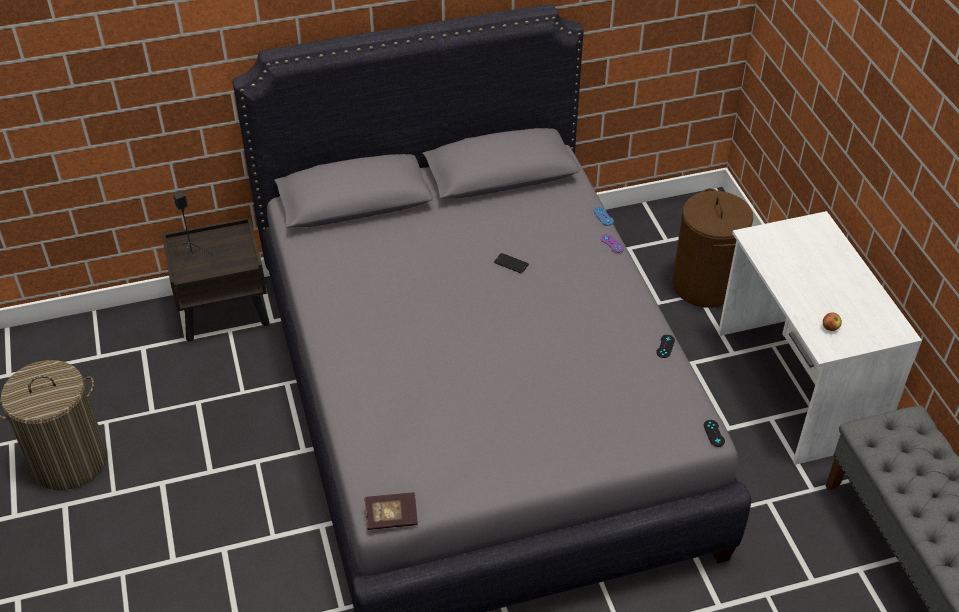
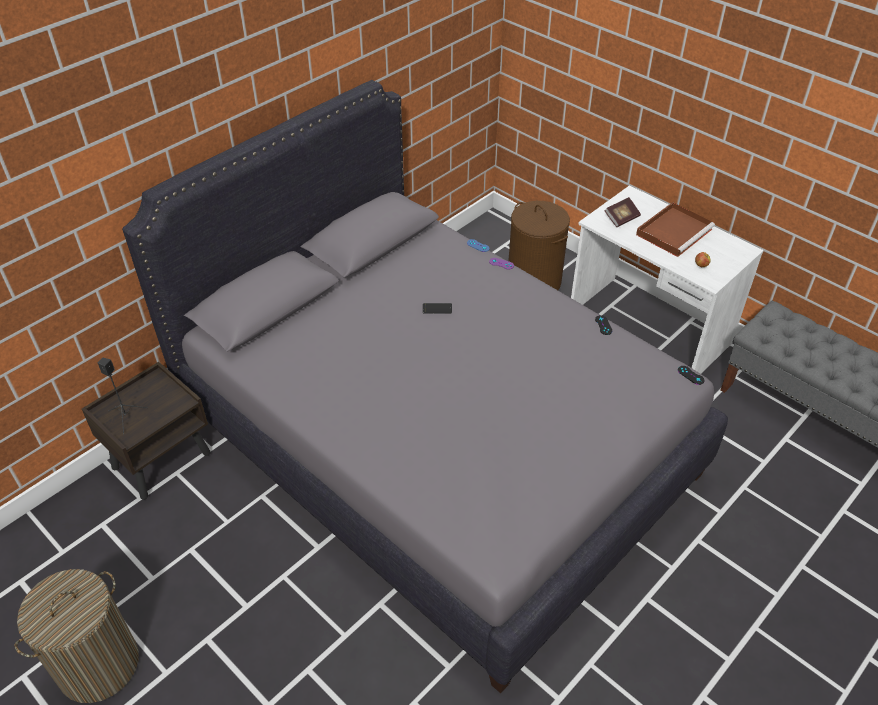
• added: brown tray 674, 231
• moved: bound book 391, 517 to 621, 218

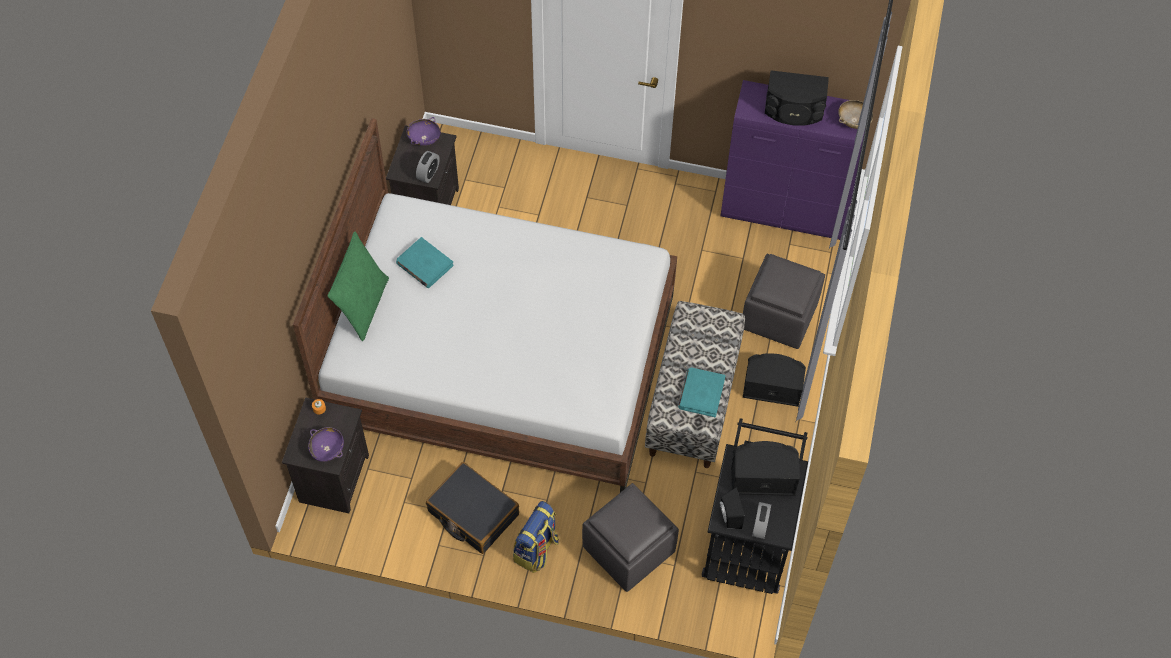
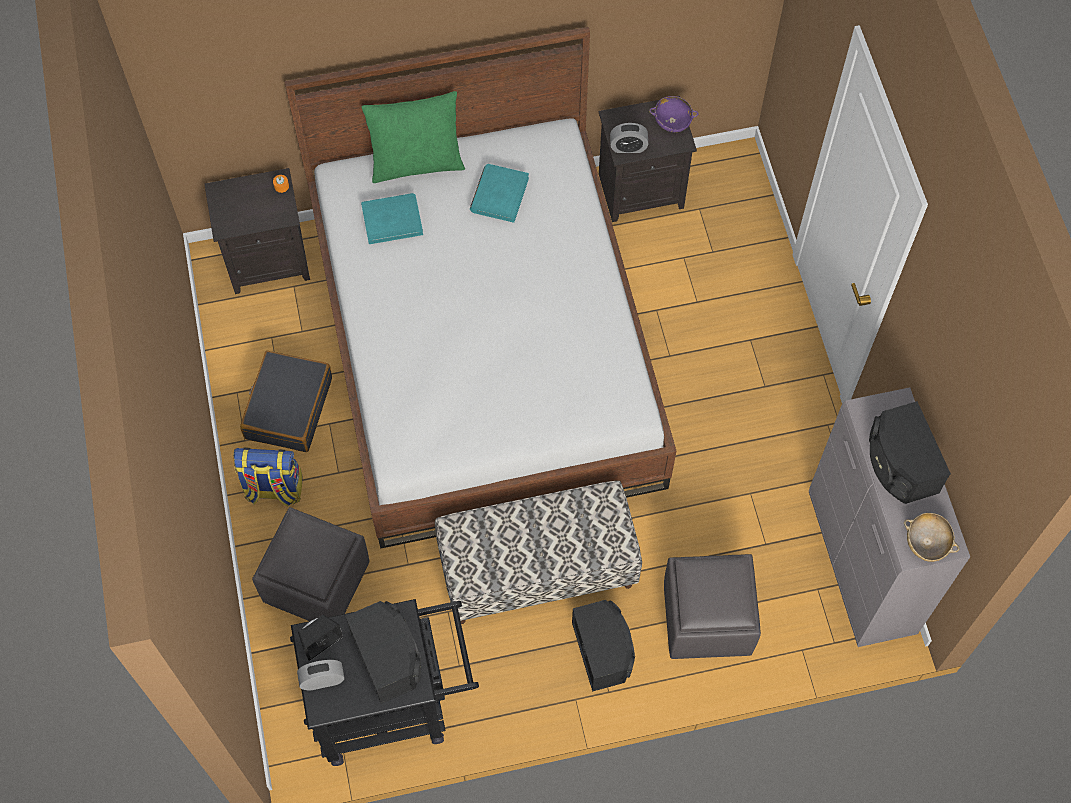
• removed: purple deep dish 327, 449
• moved: blue-green bound book 701, 393 to 392, 220
• recoloured: purple storage cabinet 785, 212 to grey storage cabinet 861, 565

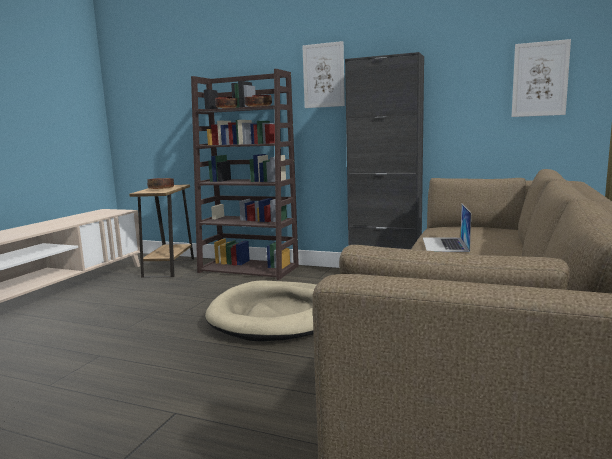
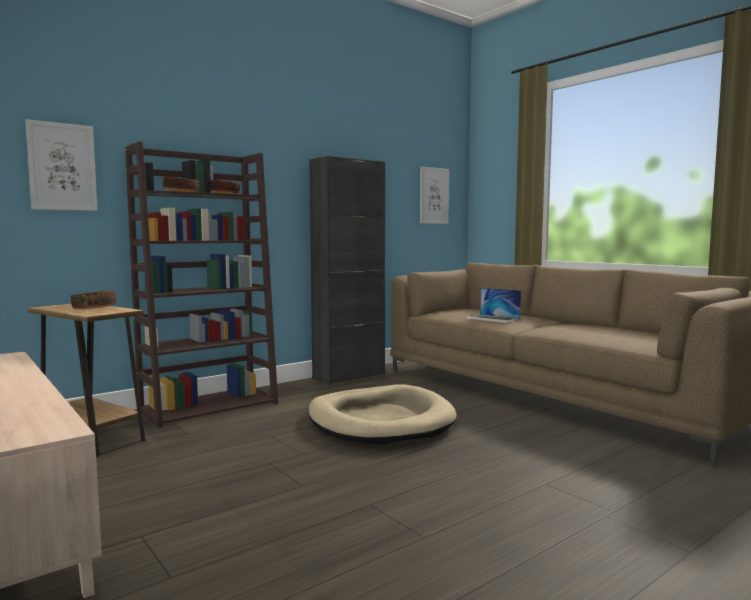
• moved: picture 323, 75 to 62, 167

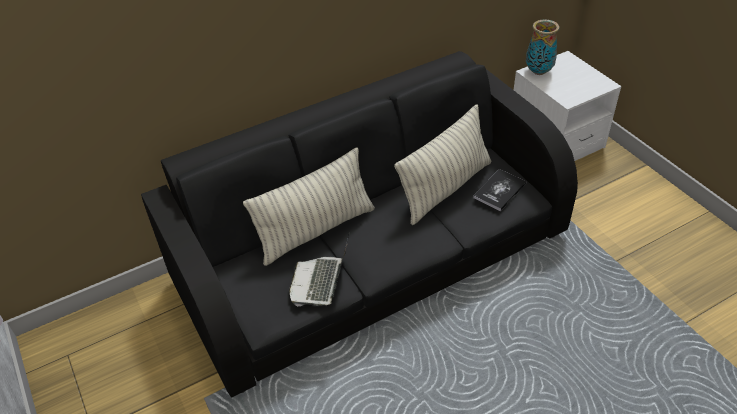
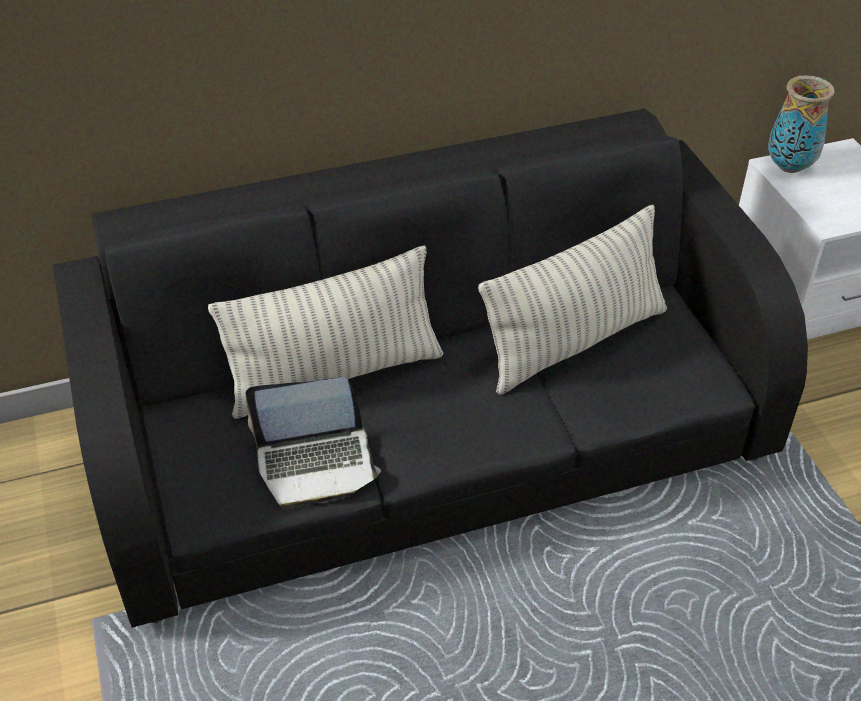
• removed: bound book 499, 191
• turned: laptop 320, 282 = 316, 463 120 degrees counterclockwise

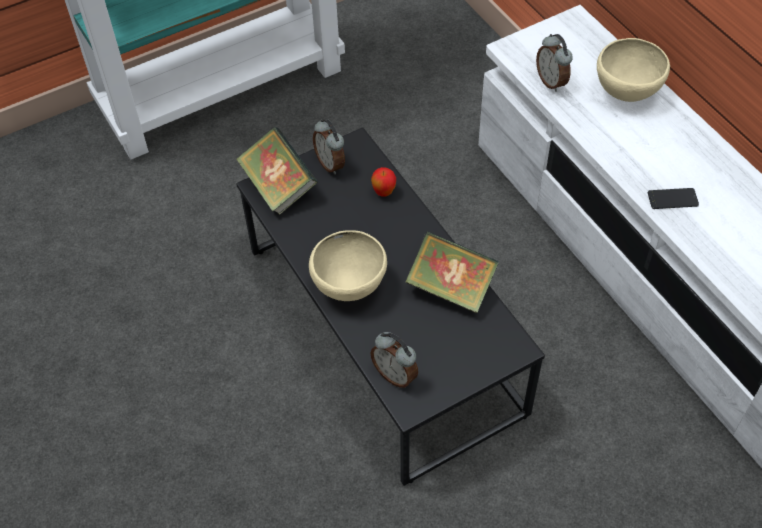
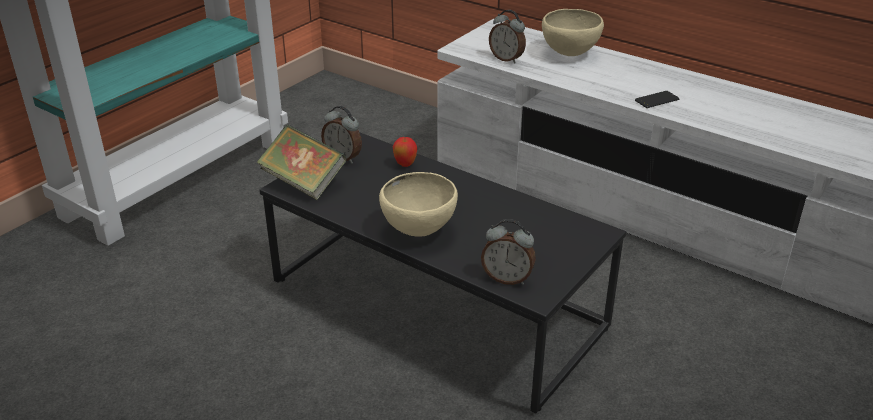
• removed: bound book 451, 288

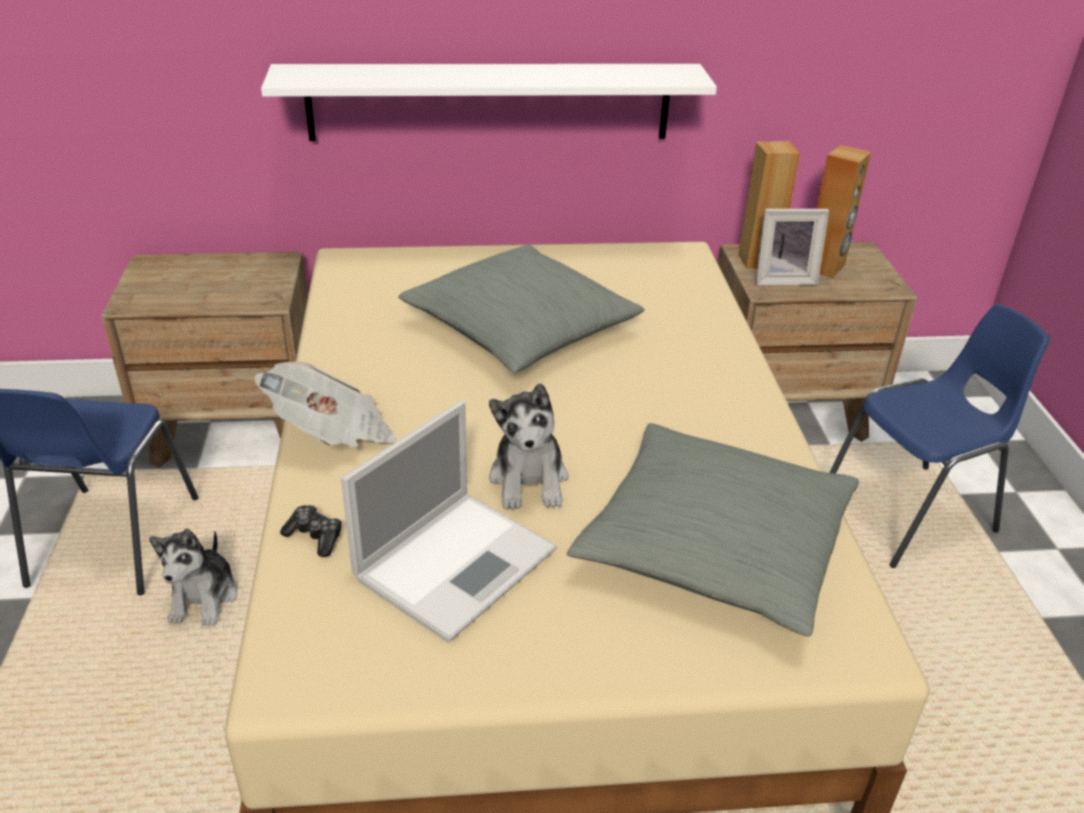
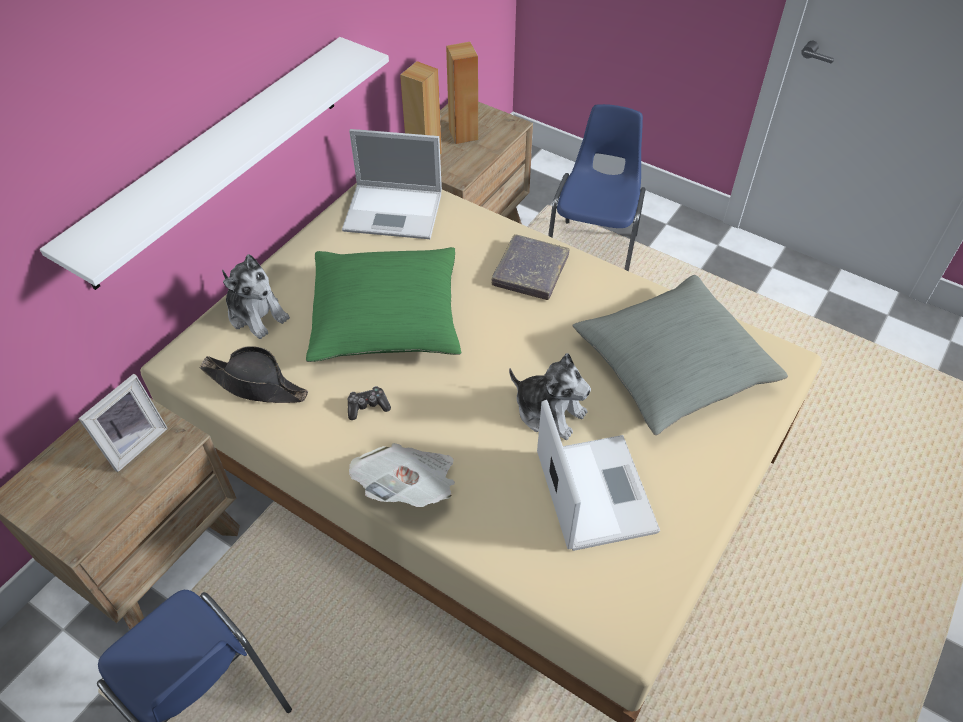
• added: black wearable hat 256, 384
• added: laptop 395, 211
• added: grey bound book 530, 271
• moved: soft toy 204, 598 to 257, 314
• moved: gamepad 315, 537 to 367, 406
• moved: photo frame 783, 279 to 133, 443
• recoloured: grey cushion 521, 329 to greenish cushion 386, 318

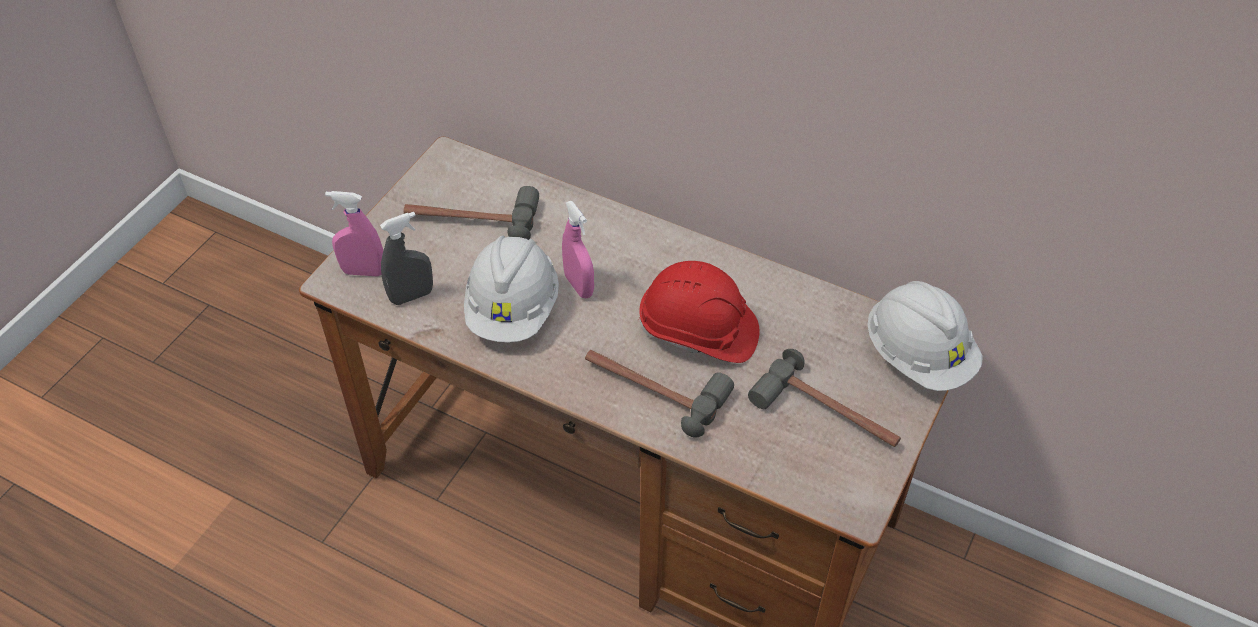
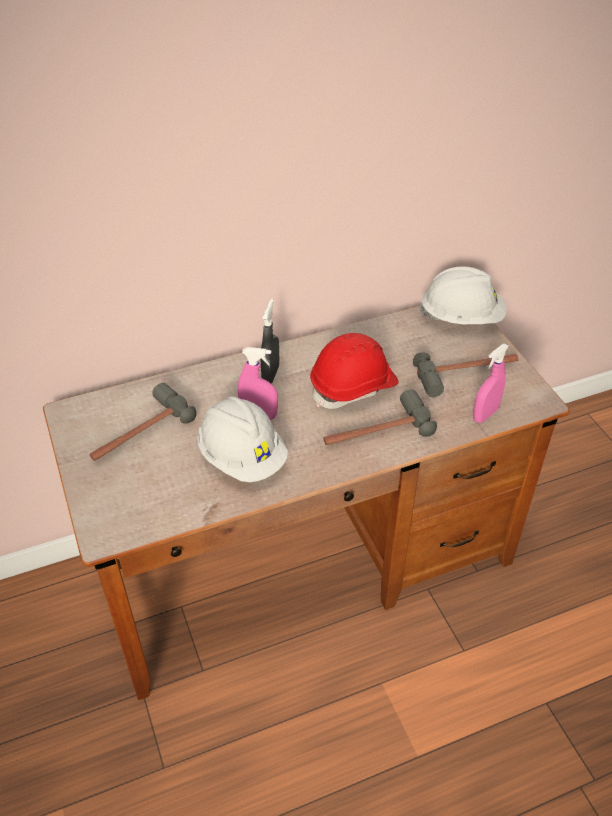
• moved: pinkish hand sprayer 363, 271 to 485, 414
• moved: grey hand sprayer 411, 296 to 270, 374

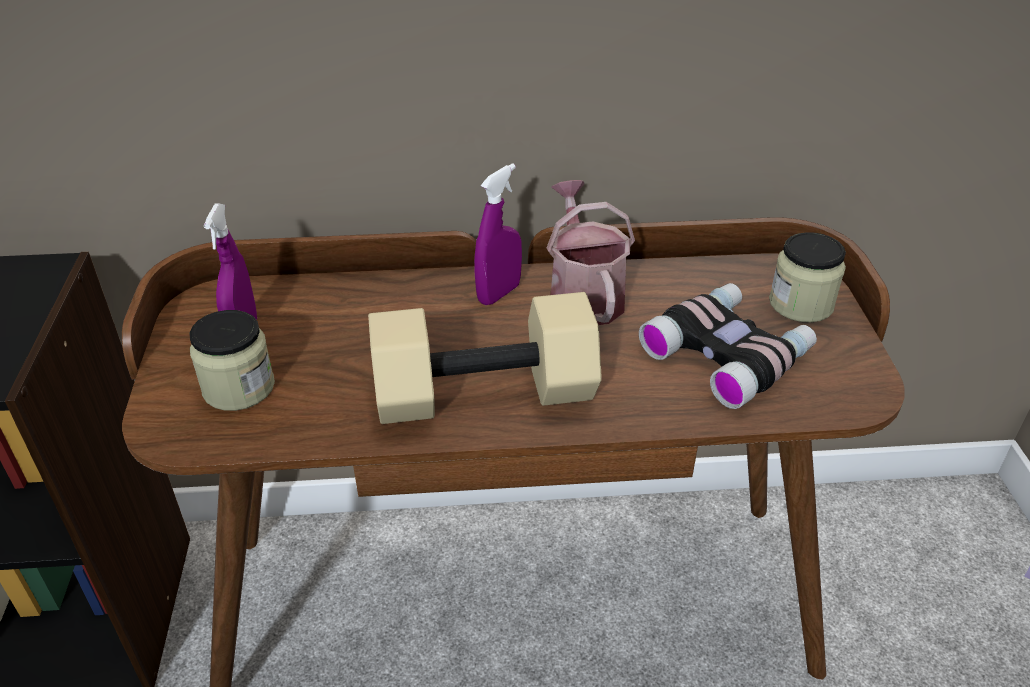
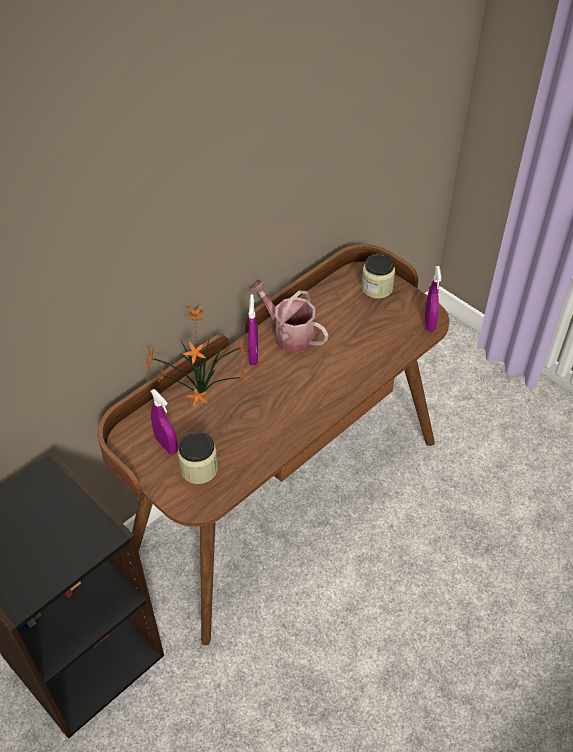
• removed: beige-coloured dumbbell 486, 391
• removed: pair of binoculars 728, 353
• added: potted plant 198, 395
• added: purple hand sprayer 429, 323

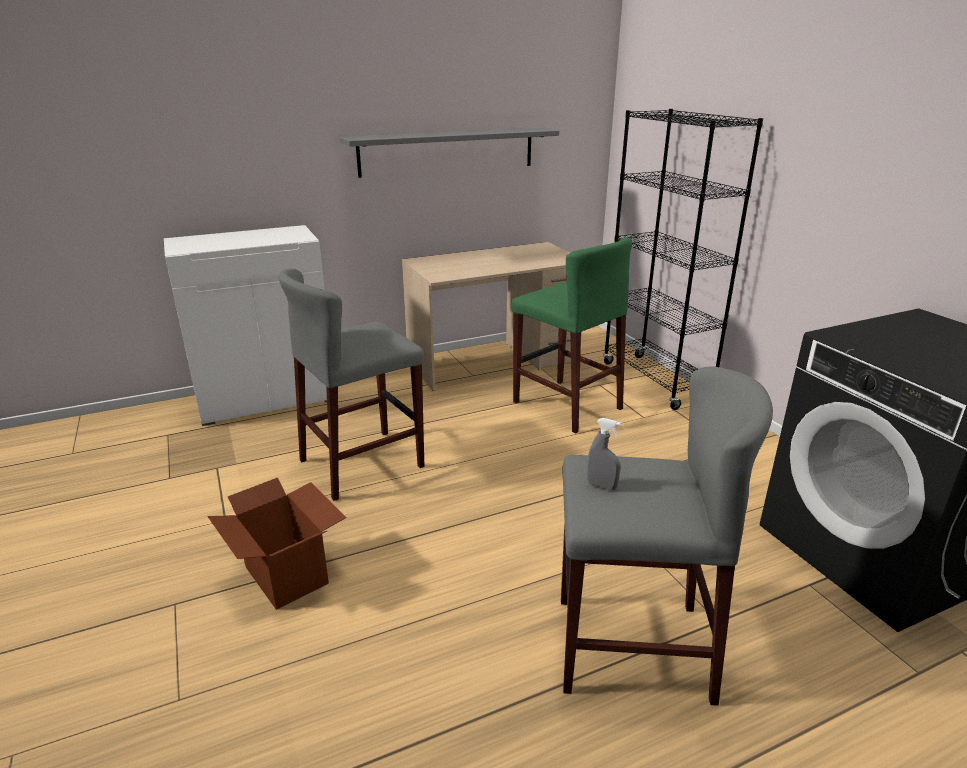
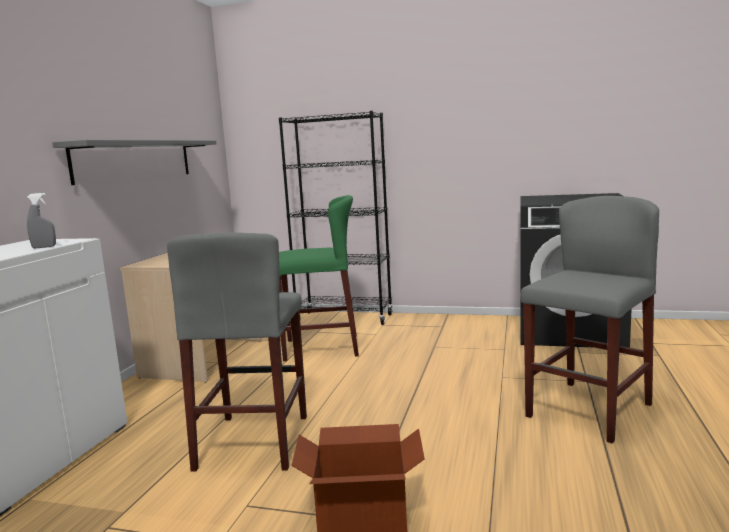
• moved: grey hand sprayer 601, 485 to 44, 247

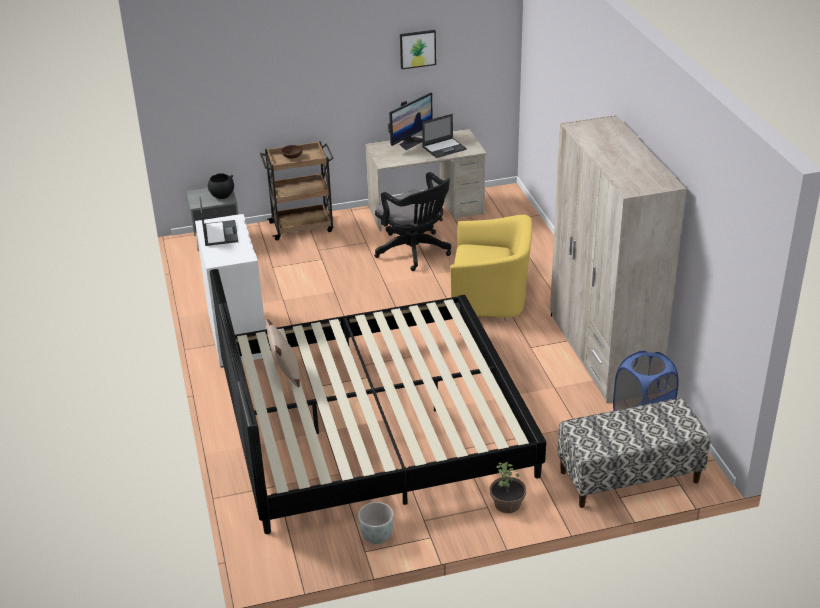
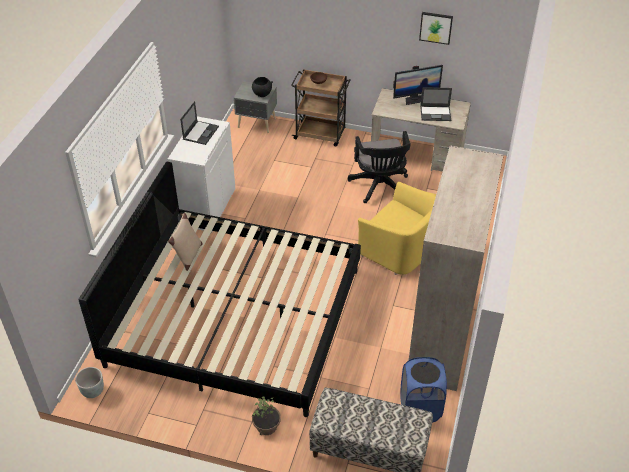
• moved: grey planter 376, 536 to 92, 391

